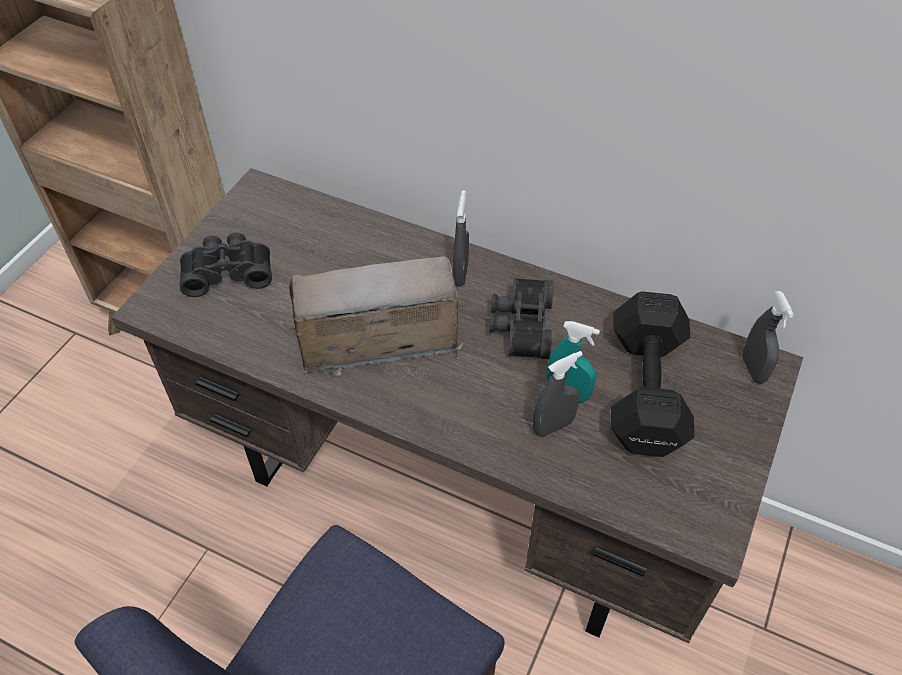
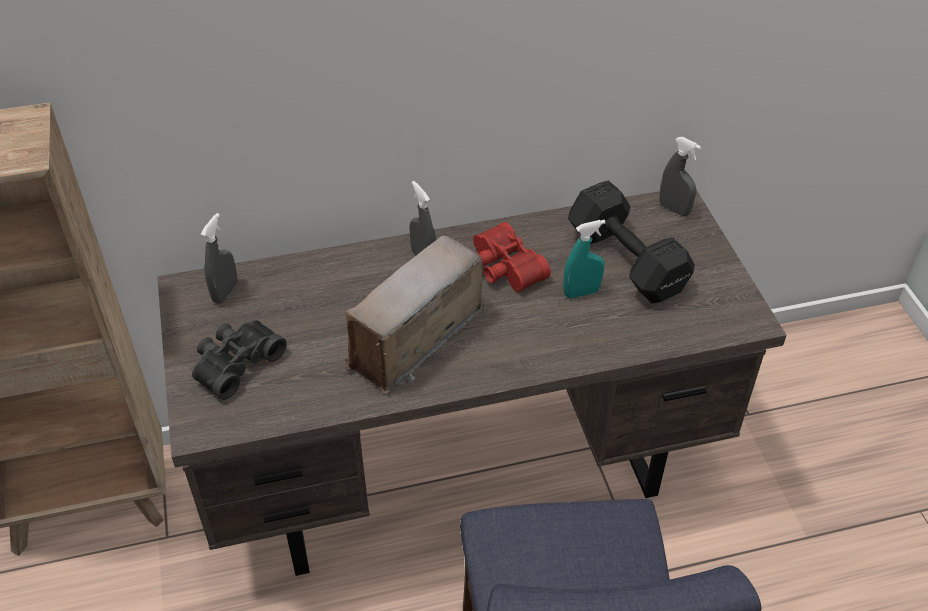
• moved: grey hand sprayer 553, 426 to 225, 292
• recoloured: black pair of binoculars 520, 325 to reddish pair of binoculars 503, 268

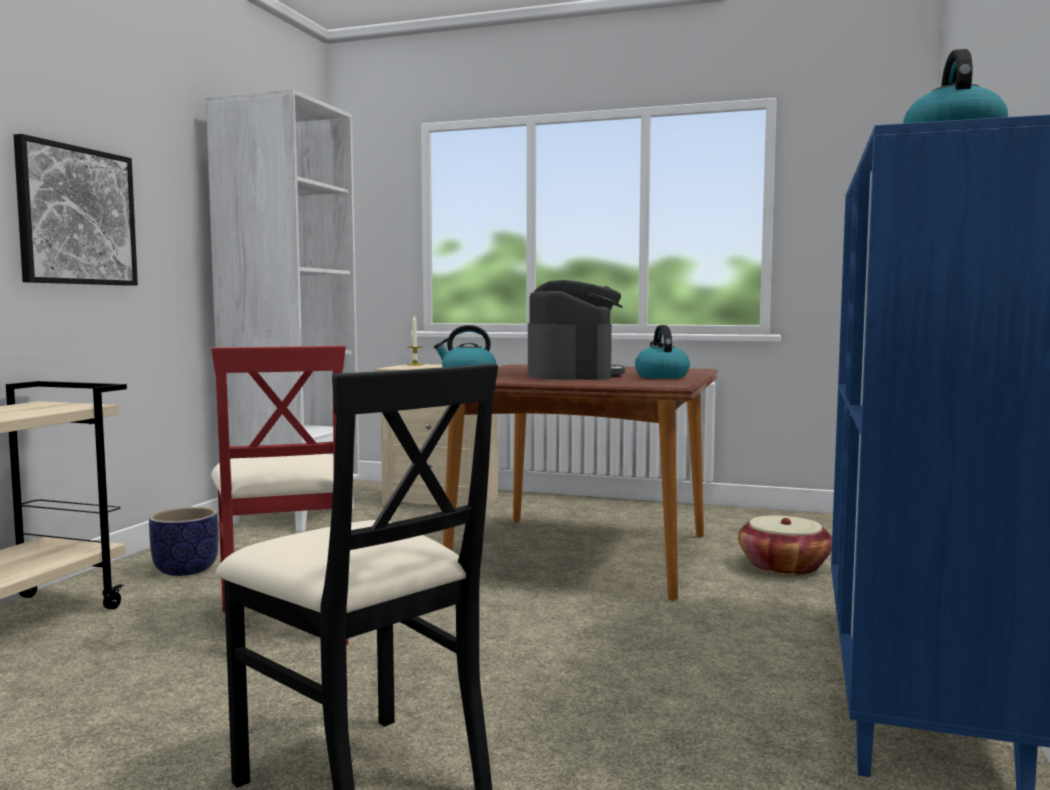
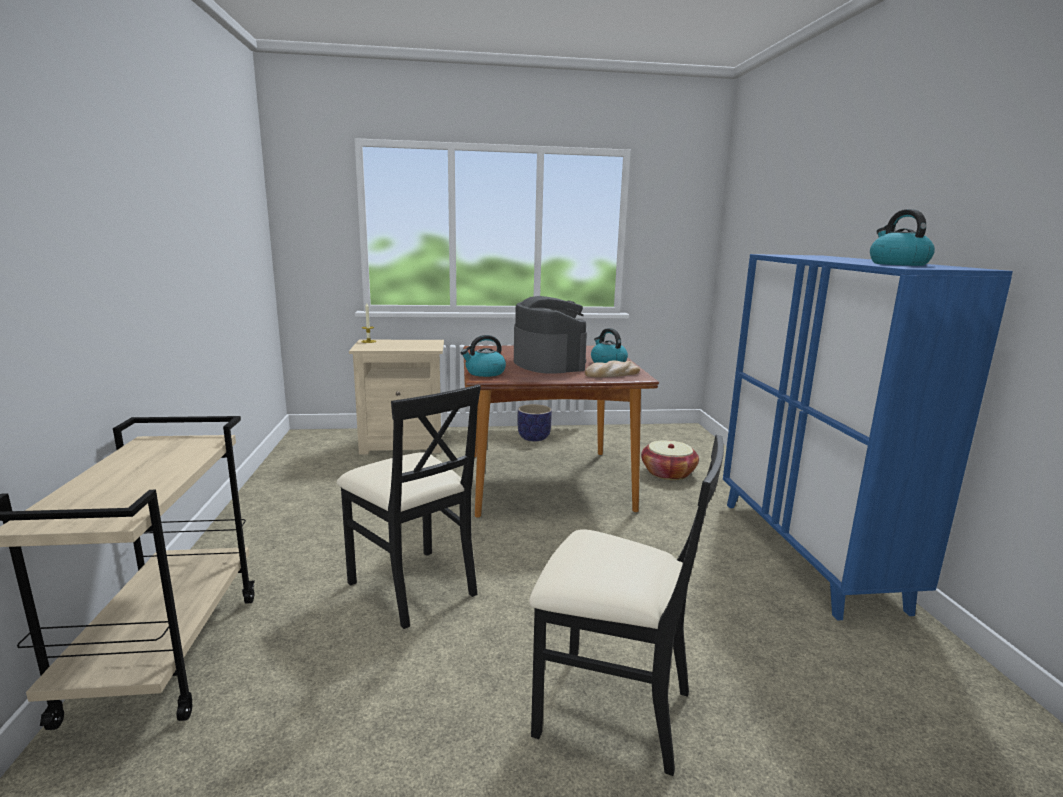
• removed: picture 76, 216
• removed: whitish bookshelf 293, 515
• added: bread 612, 374
• moved: planter 187, 570 to 534, 437
• recoloured: reddish upright chair 286, 624 to black upright chair 413, 586

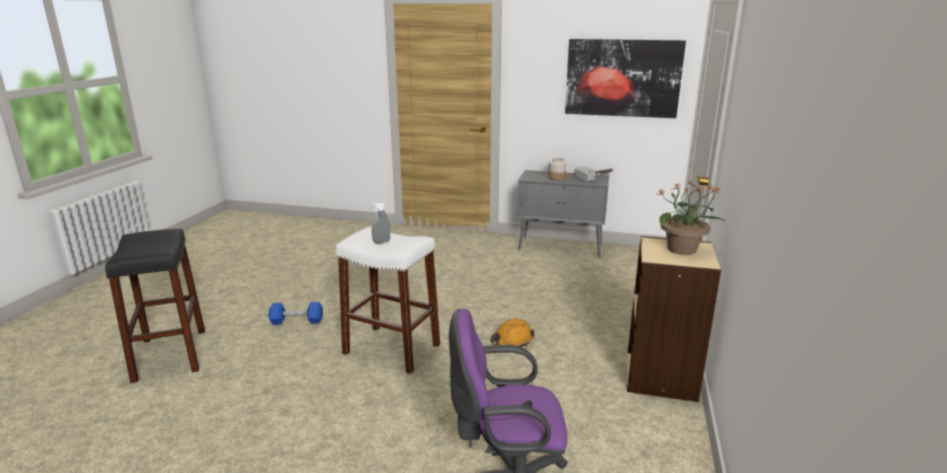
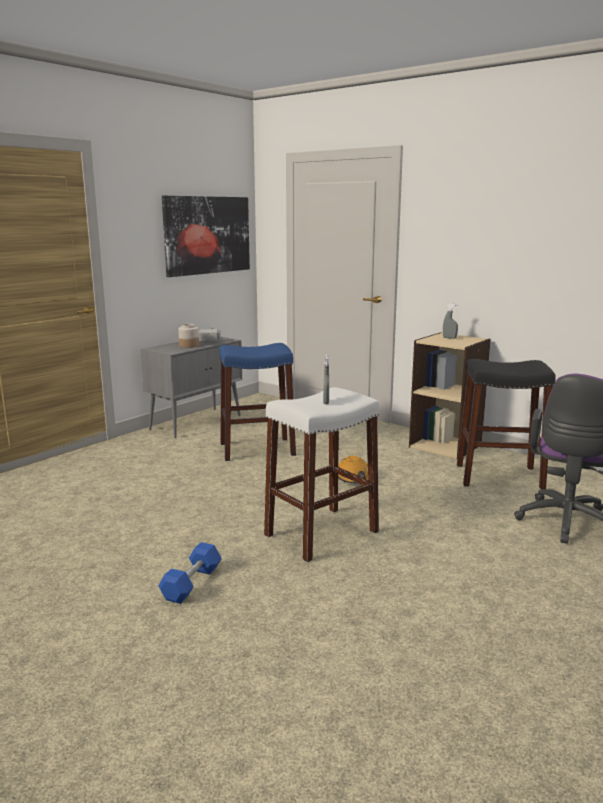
• added: bluish stool seat 257, 449
• moved: black stool seat 170, 355 to 499, 476
• replaced: potted plant 682, 249 to grey hand sprayer 449, 338

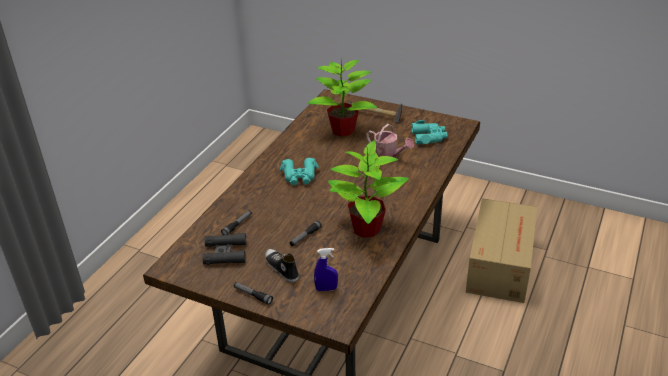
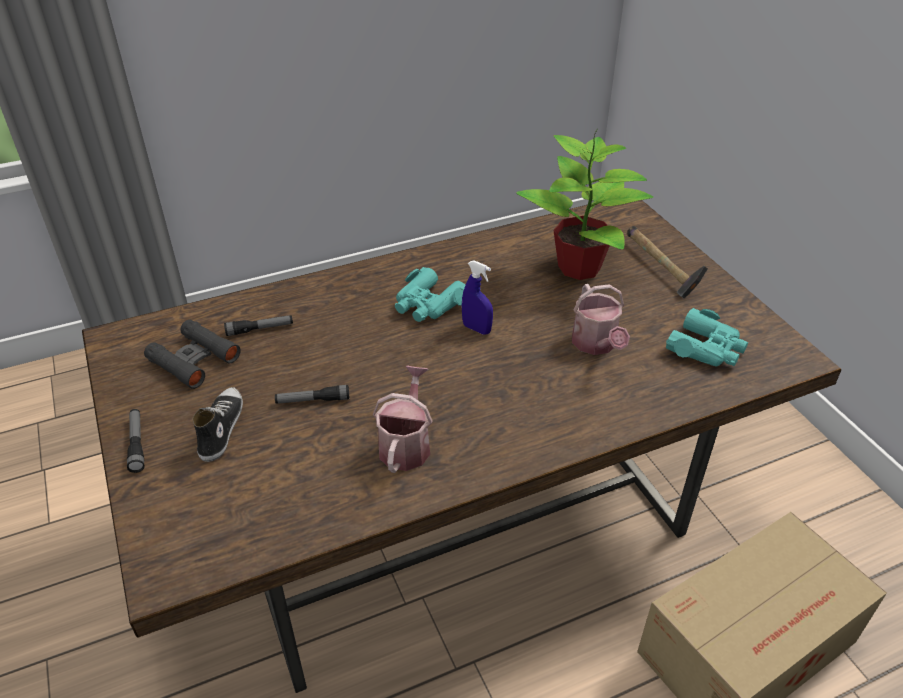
• moved: bluish hand sprayer 326, 289 to 476, 329
• replaced: potted plant 365, 229 to watering pot 406, 443

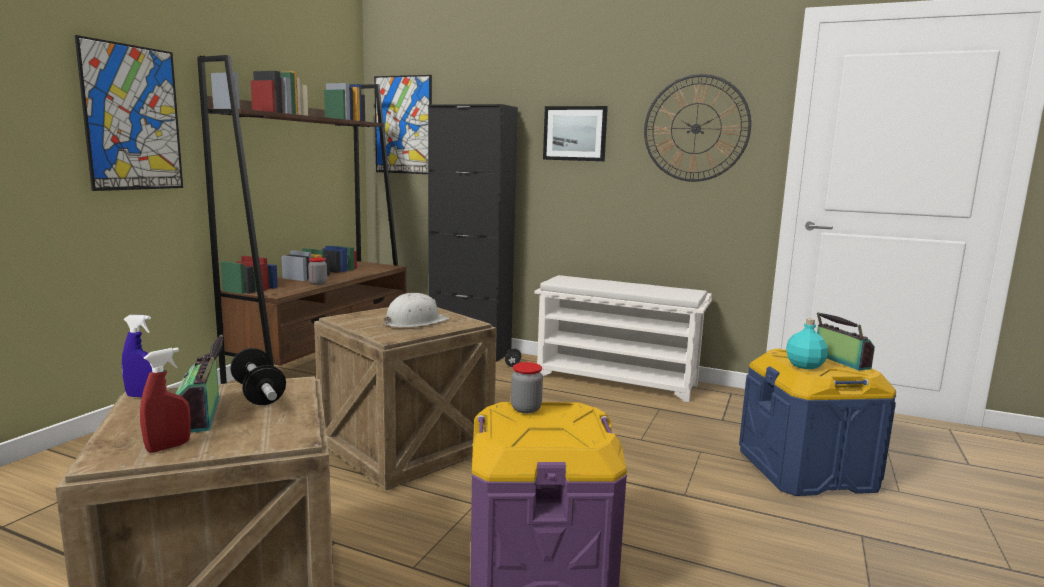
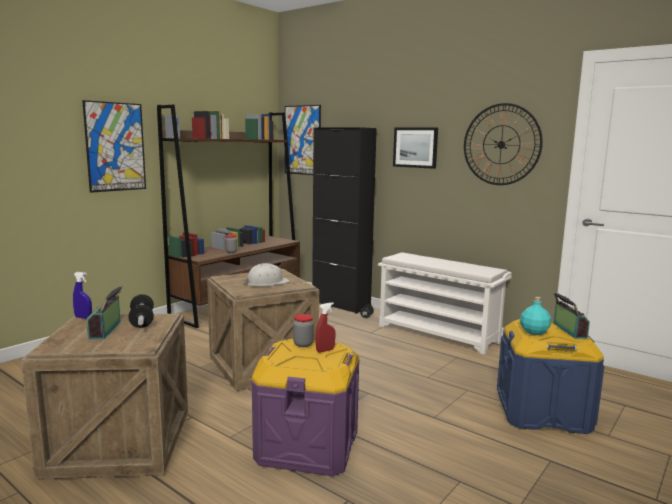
• moved: reddish hand sprayer 168, 447 to 325, 350

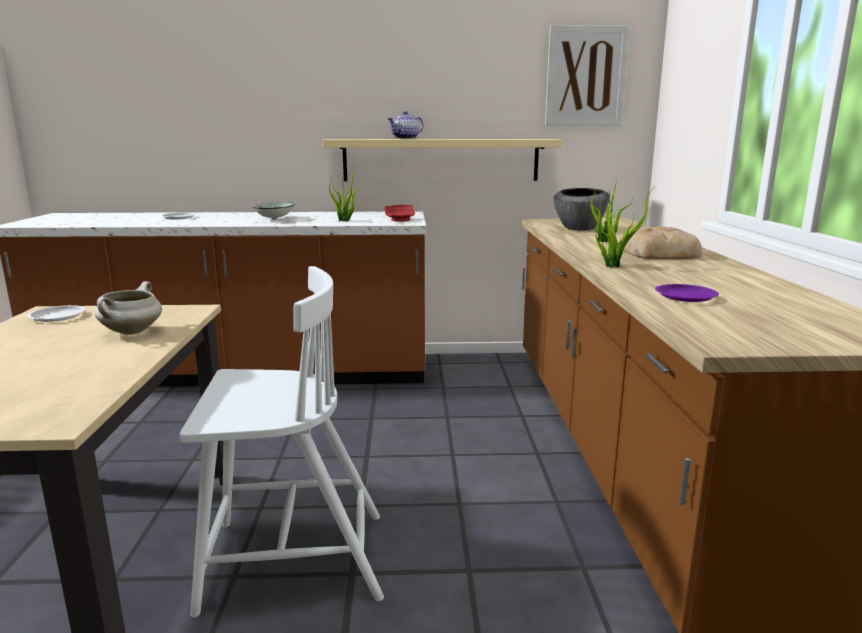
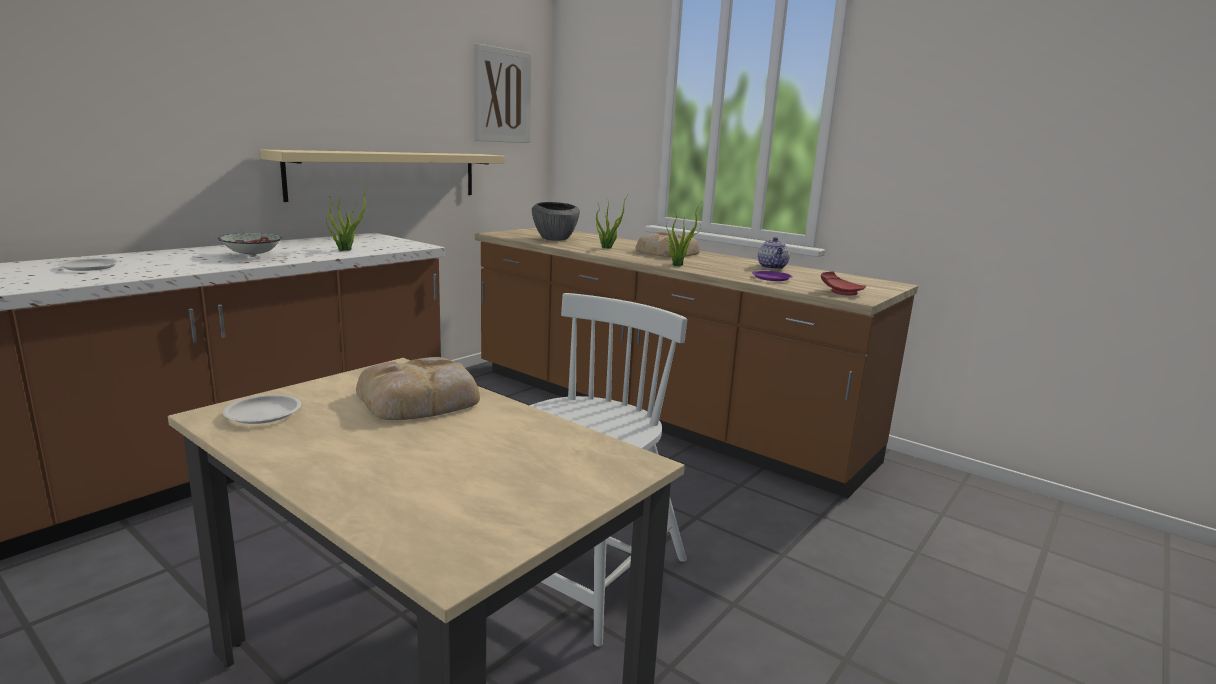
• moved: reddish dinner plate 400, 219 to 840, 292
• moved: teapot 405, 138 to 772, 267
• replaced: whitish stockpot 132, 332 to bread 421, 399

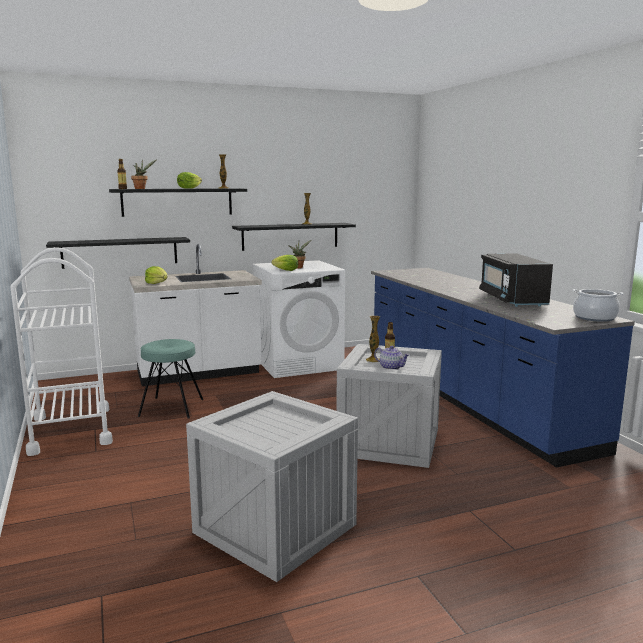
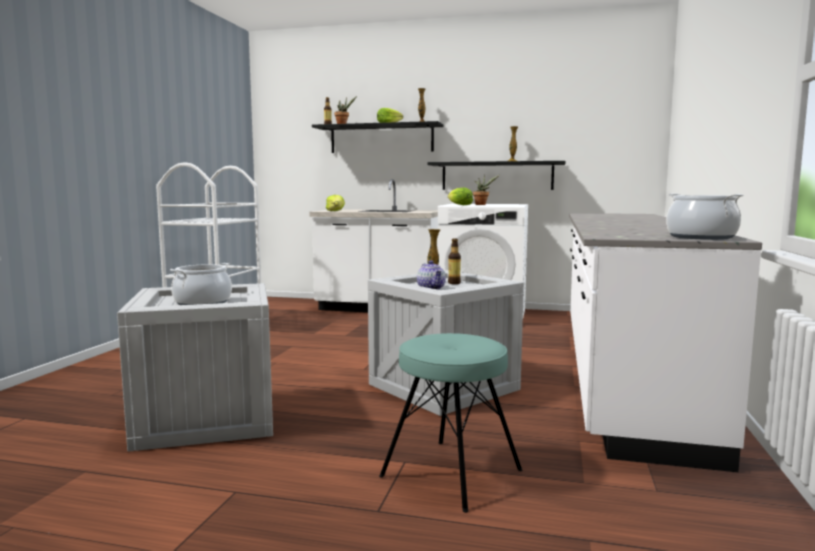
• removed: black bracket shelf 120, 252
• removed: black microwave oven 511, 299
• added: stockpot 203, 302
• moved: blue-green stool seat 171, 407 to 451, 473
• recoloured: bluish counter 468, 398 to whitish counter 621, 372

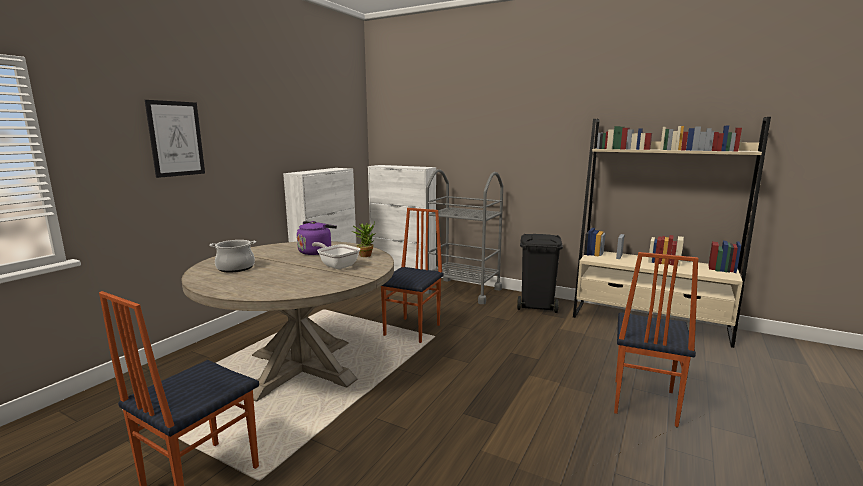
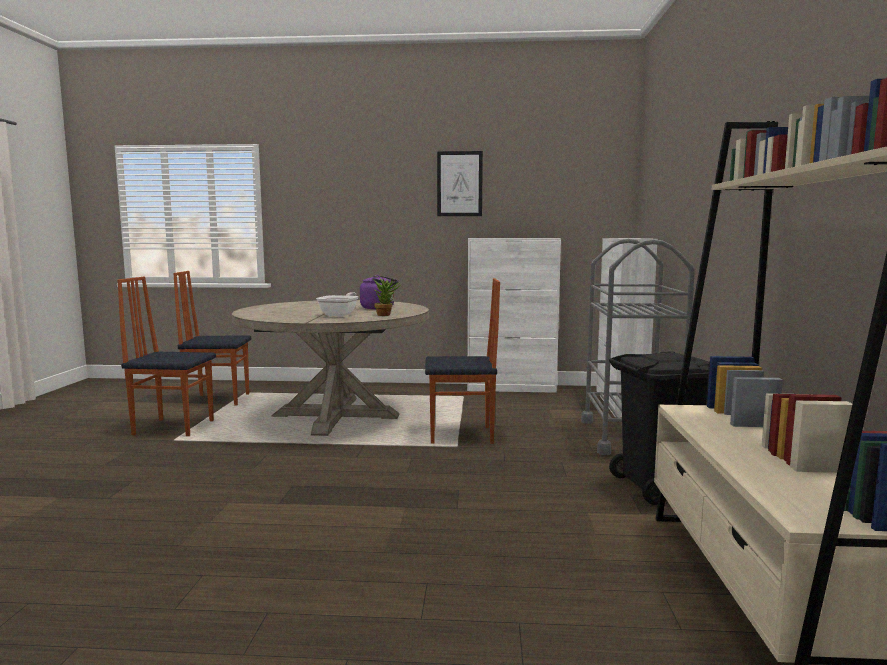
• removed: stockpot 235, 268
• moved: picture 176, 139 to 459, 184
• moved: upright chair 642, 402 to 217, 400

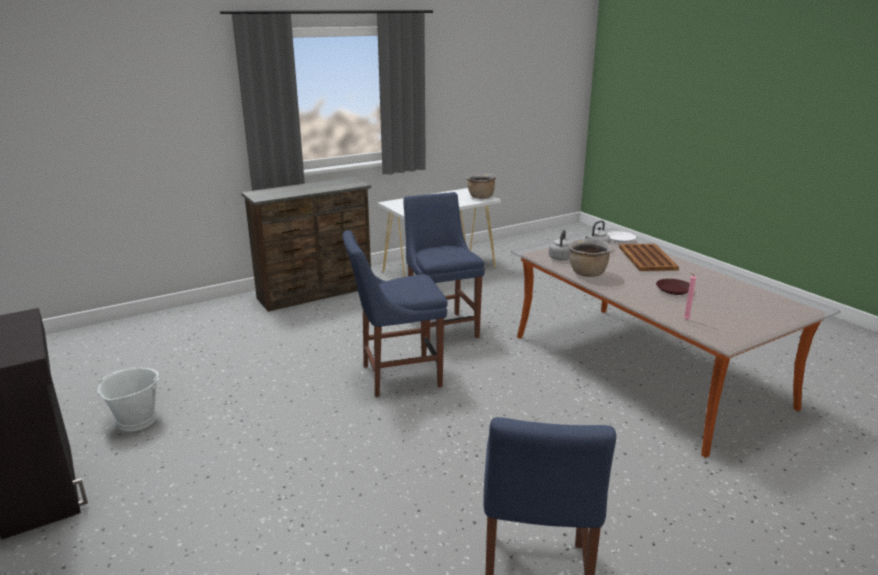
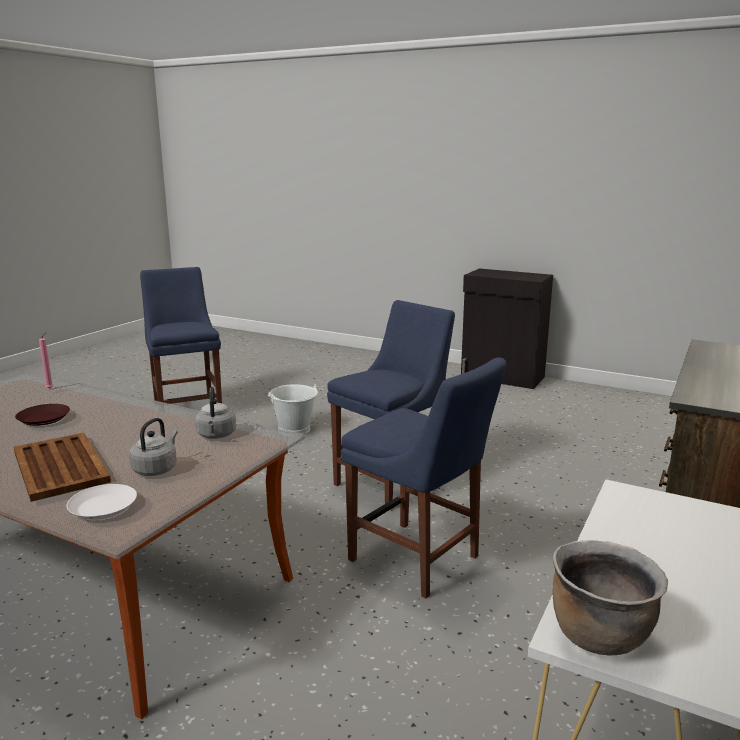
• removed: brown stockpot 587, 274
• moved: whitish bucket 136, 420 to 294, 429

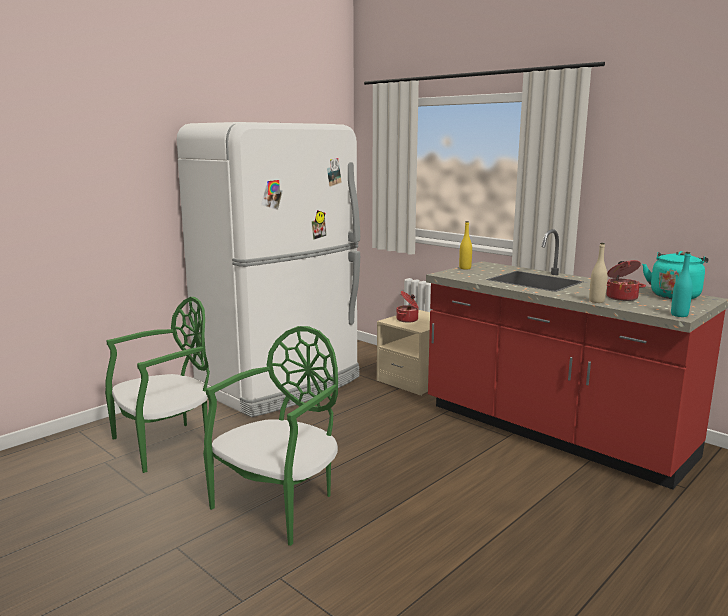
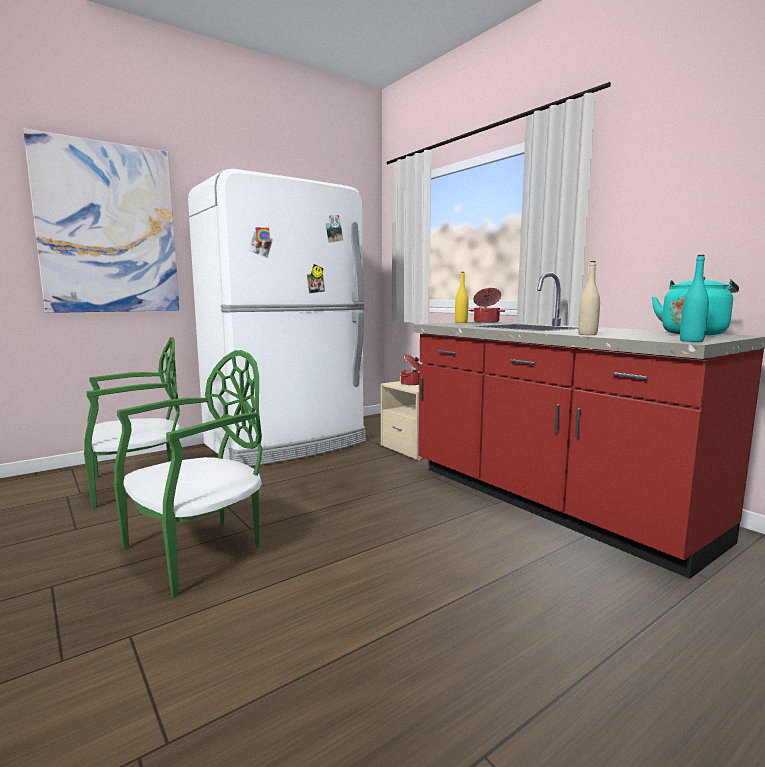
• added: picture 108, 229
• moved: stockpot 621, 297 to 486, 322

